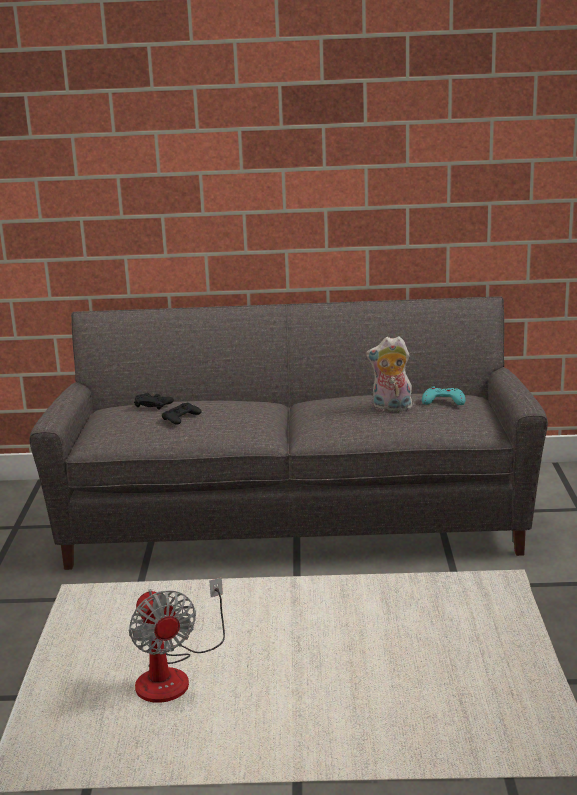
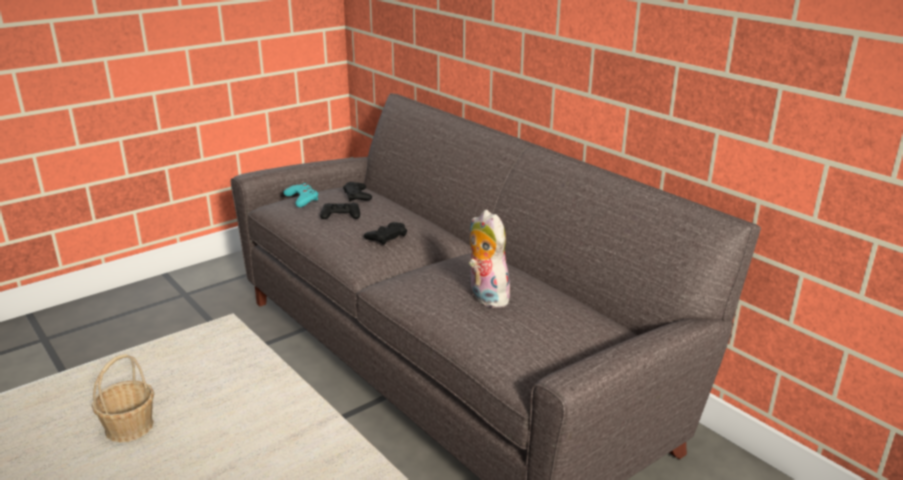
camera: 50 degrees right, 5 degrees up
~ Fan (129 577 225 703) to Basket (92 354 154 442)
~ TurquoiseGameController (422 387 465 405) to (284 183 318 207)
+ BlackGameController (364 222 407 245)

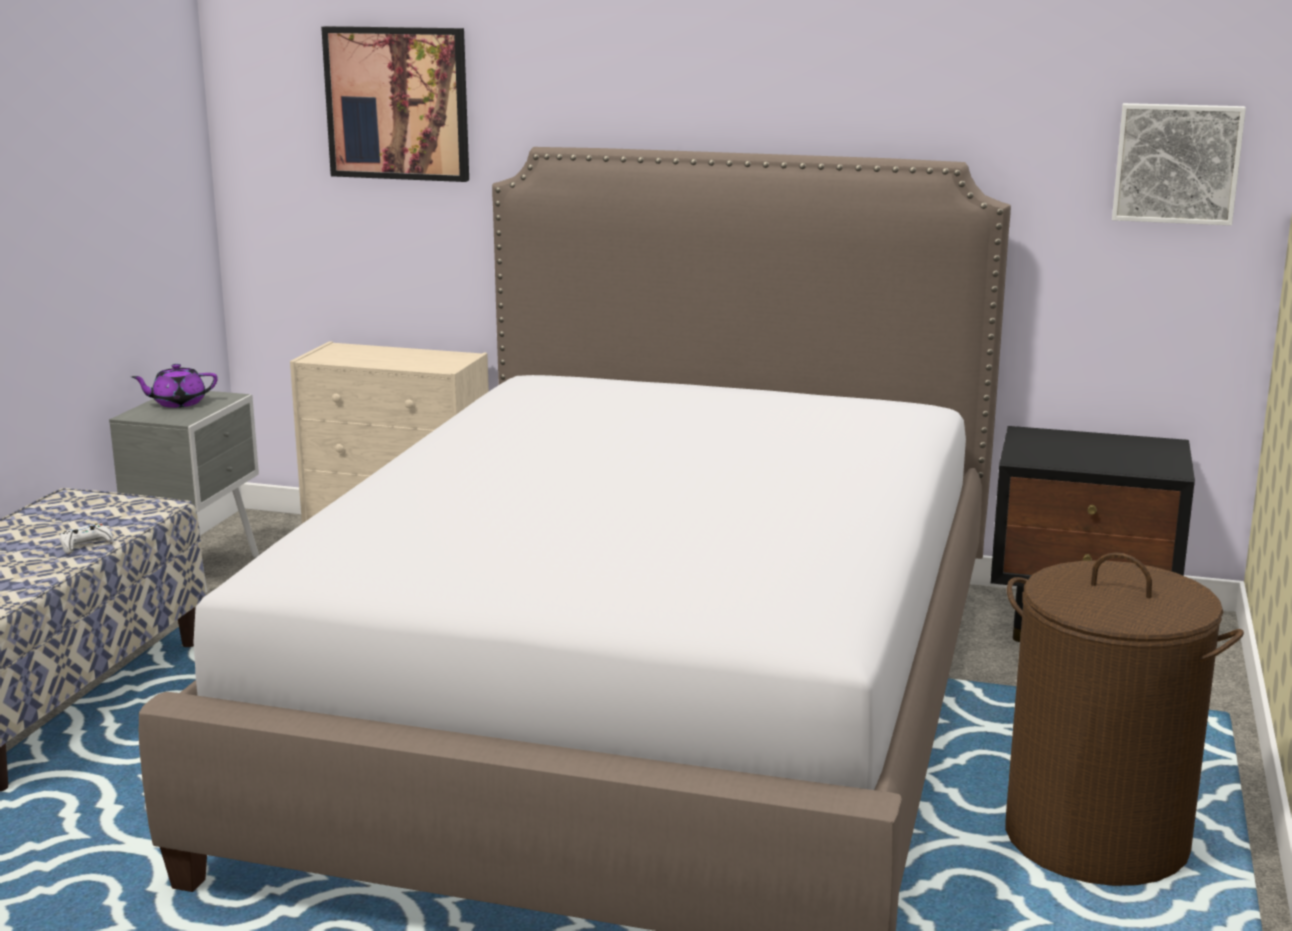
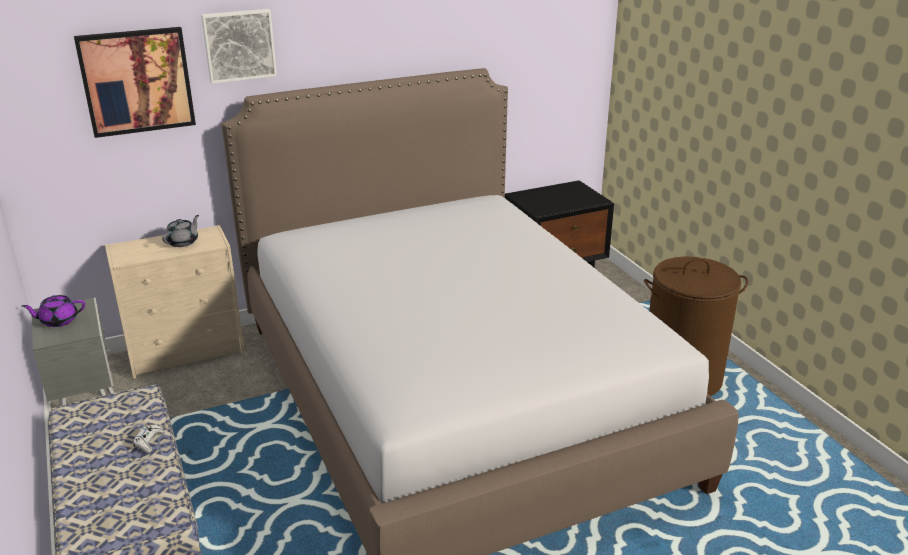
camera: 40 degrees left, 10 degrees up
~ PurpleTeapot (132 364 218 408) = (22 295 85 327) 45 degrees clockwise
~ Picture (1112 103 1246 226) to (201 9 277 84)
+ GreyTeapot (162 215 199 247)

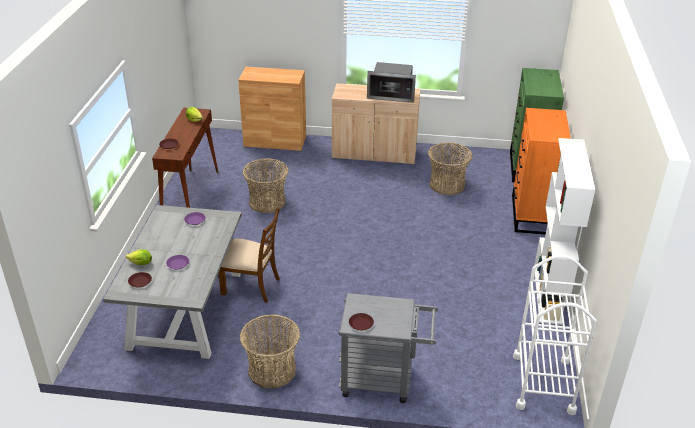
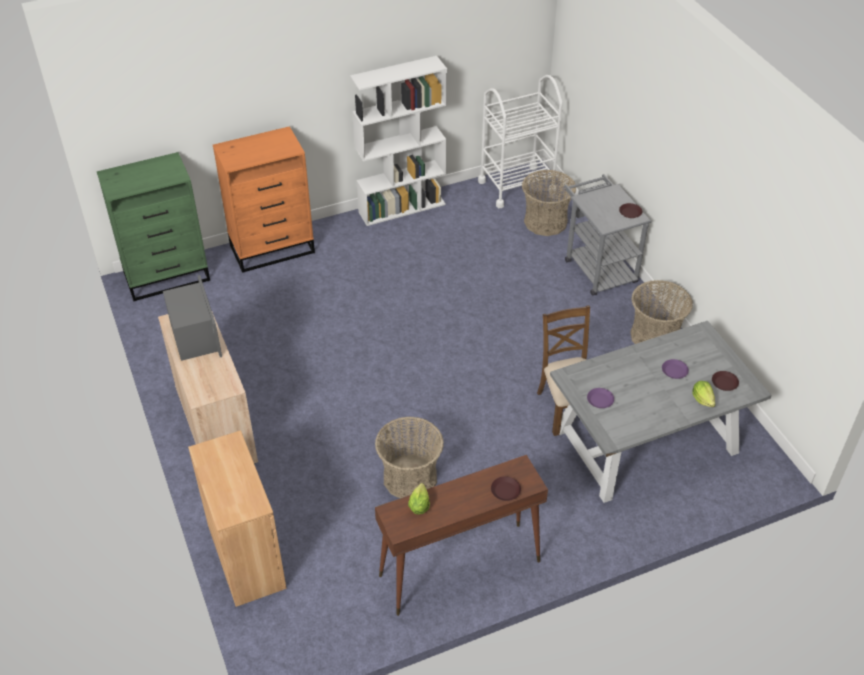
camera: 120 degrees left, 10 degrees up
~ Basket (428 142 473 195) to (522 170 576 236)

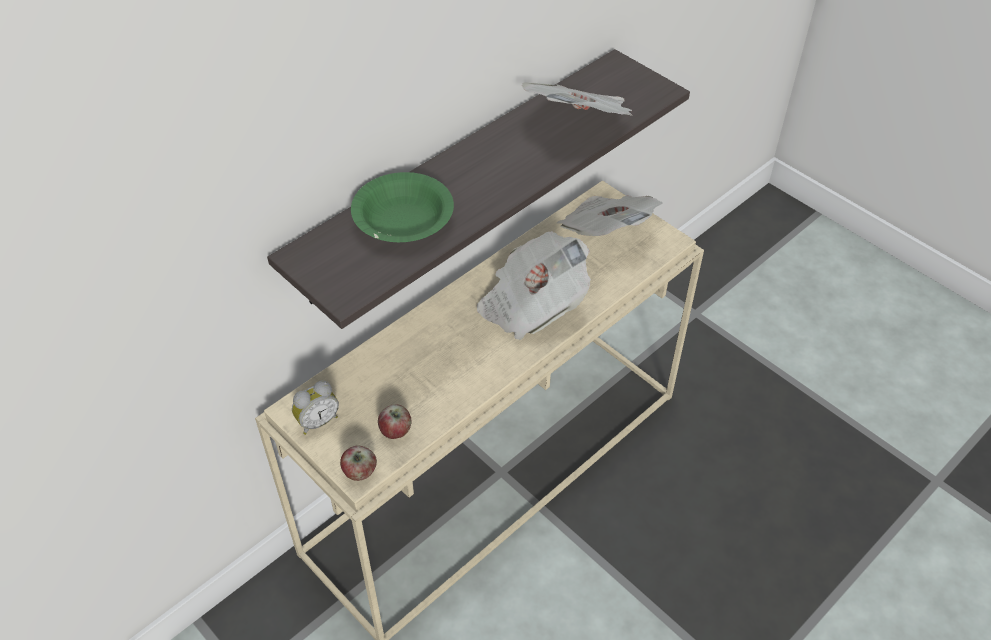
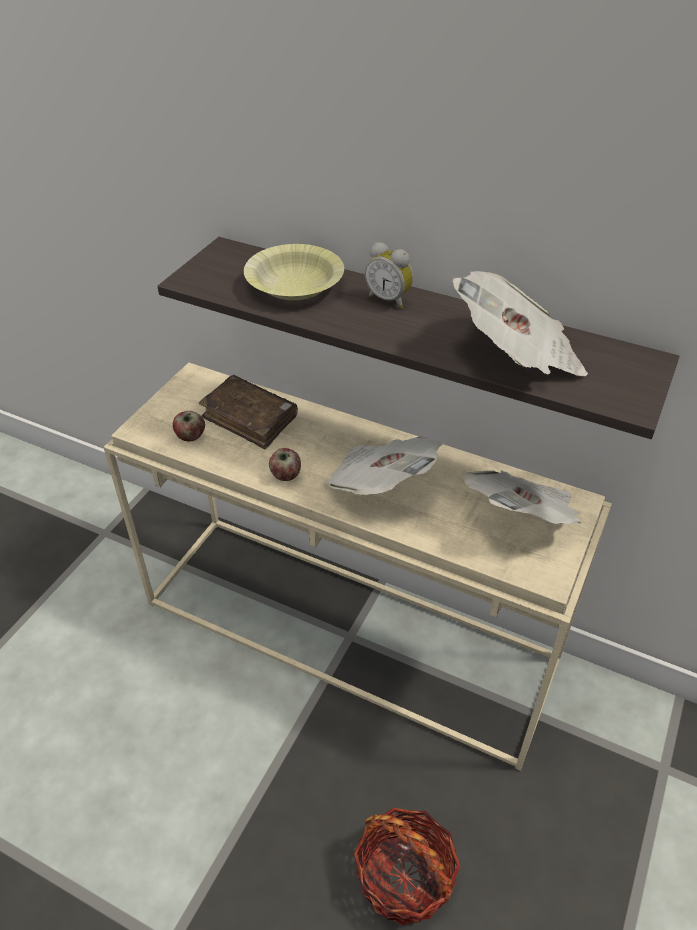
camera: 70 degrees right, 5 degrees down
~ AlarmClock (292 380 339 435) to (365 242 413 309)
~ Apple (340 446 377 481) to (269 448 301 481)
~ GreenBowl (351 172 454 242) to YellowBowl (244 244 344 300)
+ BrownBook (199 375 298 449)
+ Basket (354 808 460 926)

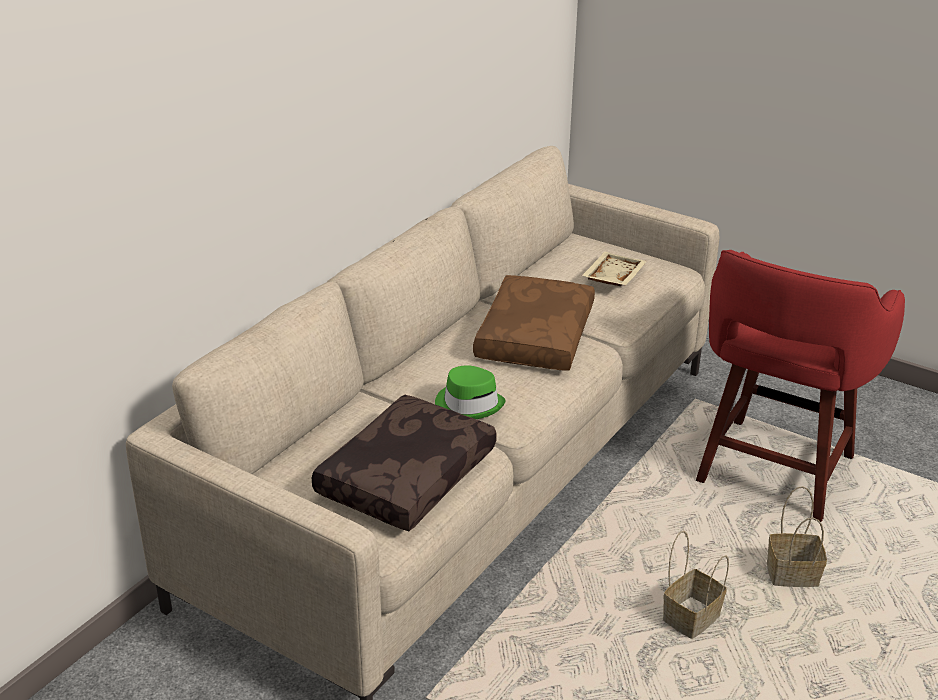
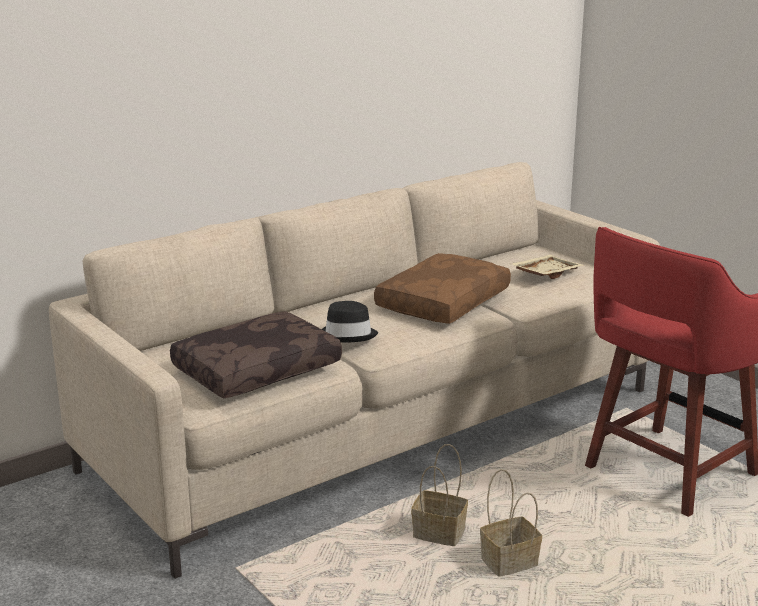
camera: 20 degrees right, 10 degrees down
~ GreenHat (435 365 506 419) to BlackHat (322 301 378 343)
~ Basket (767 486 827 587) to (411 444 468 546)

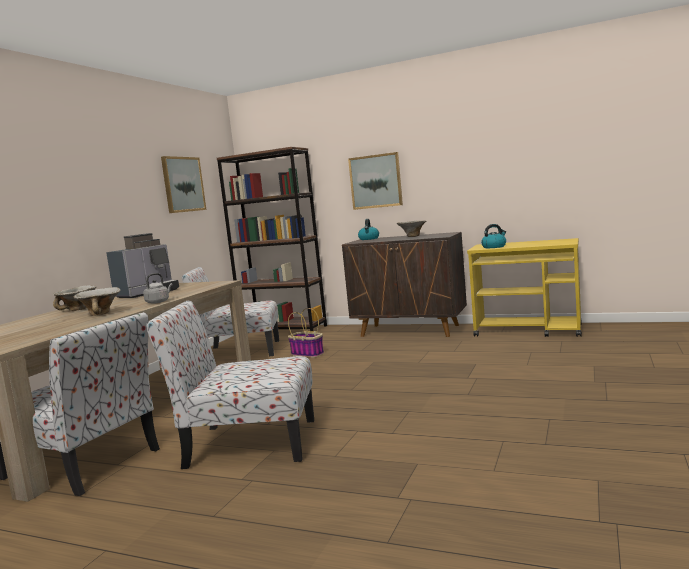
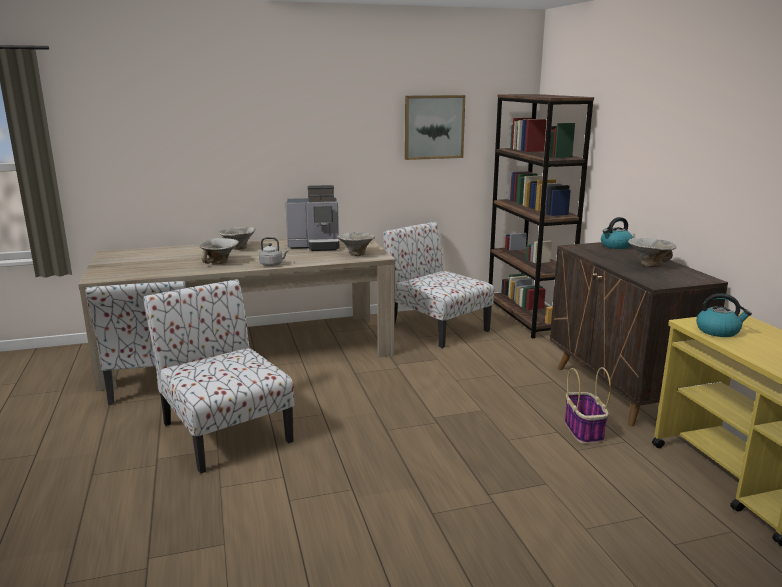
camera: 50 degrees right, 10 degrees up
~ Basket (288 308 324 358) to (564 367 611 444)
- Picture (348 152 403 210)
+ Bowl (337 232 375 256)

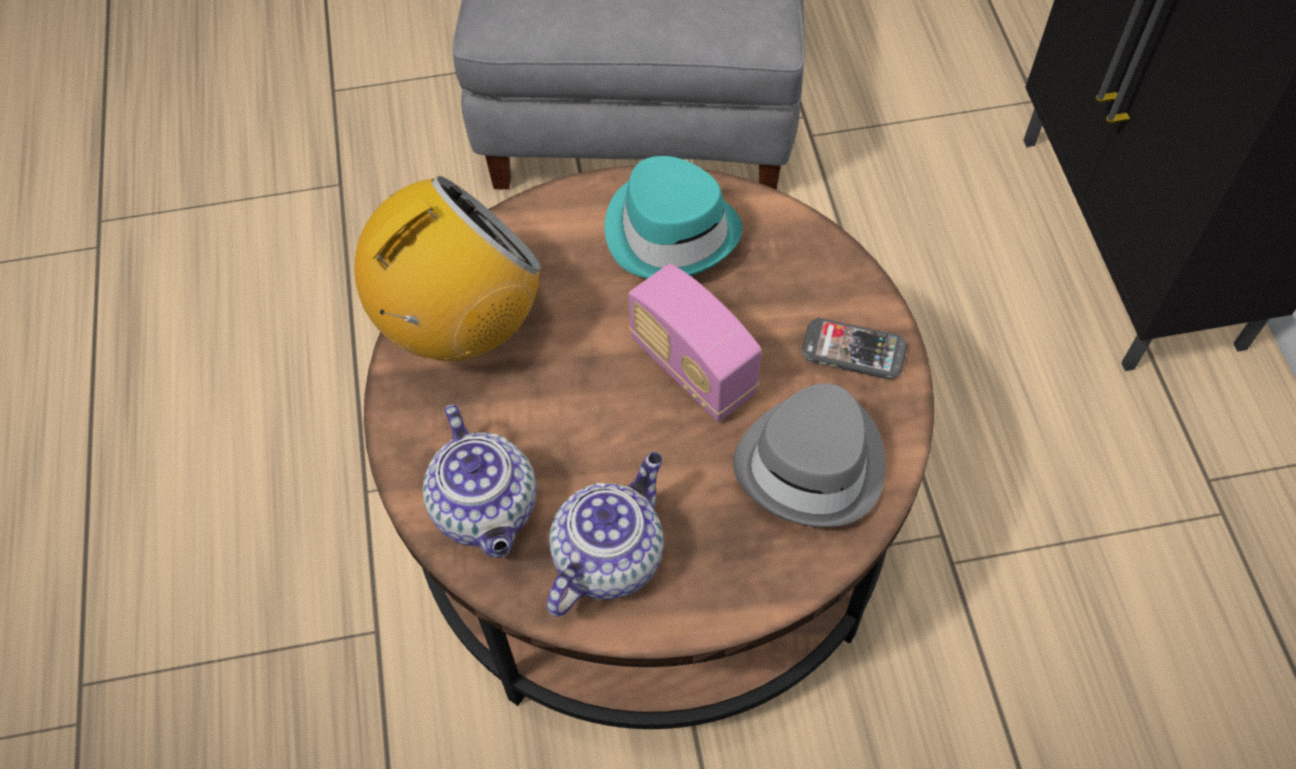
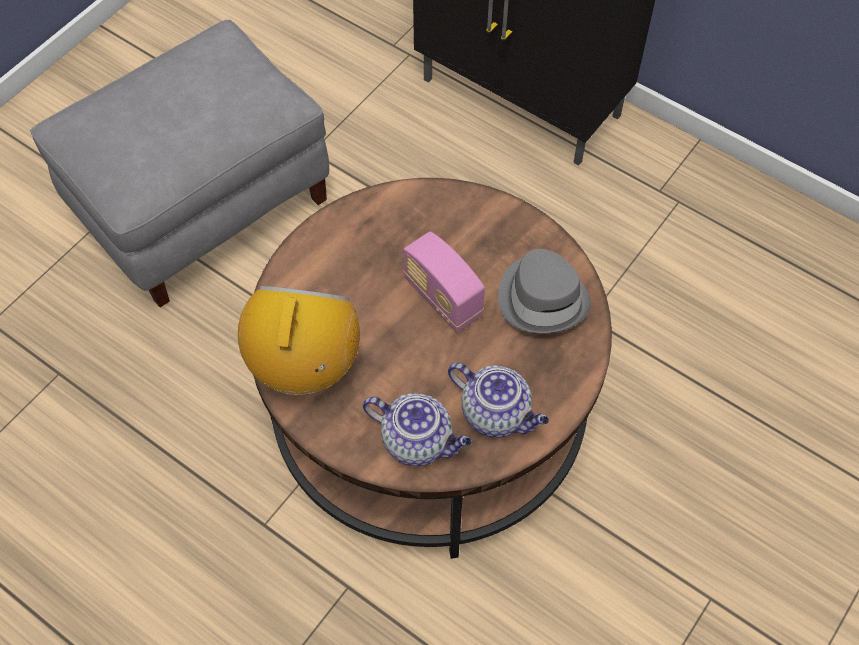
camera: 45 degrees left, 0 degrees up
~ Teapot (547 452 664 617) = (448 362 549 438) 135 degrees clockwise
- TurquoiseHat (605 156 742 279)
~ Radio (629 264 762 422) = (403 232 485 332) 45 degrees clockwise
- Phone (802 318 907 379)

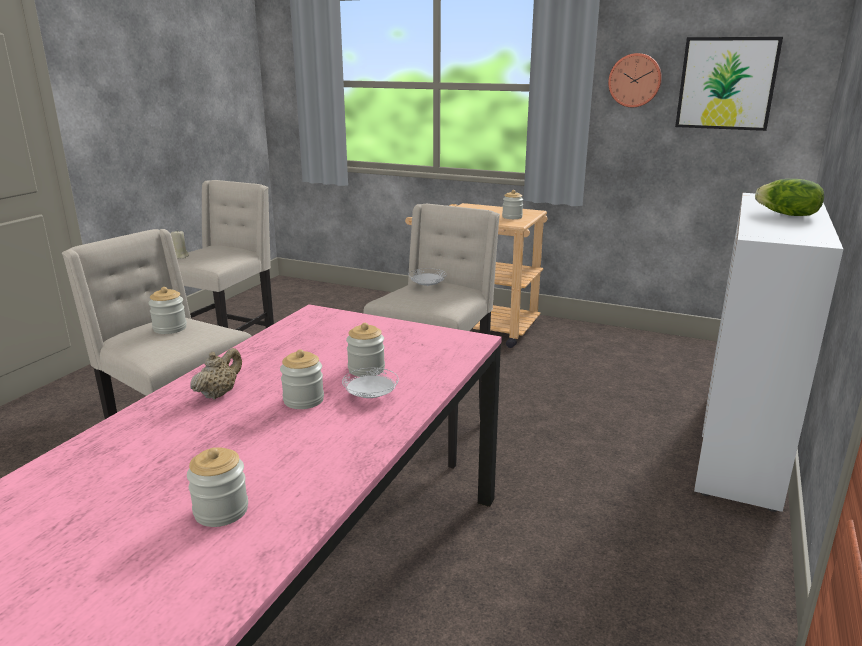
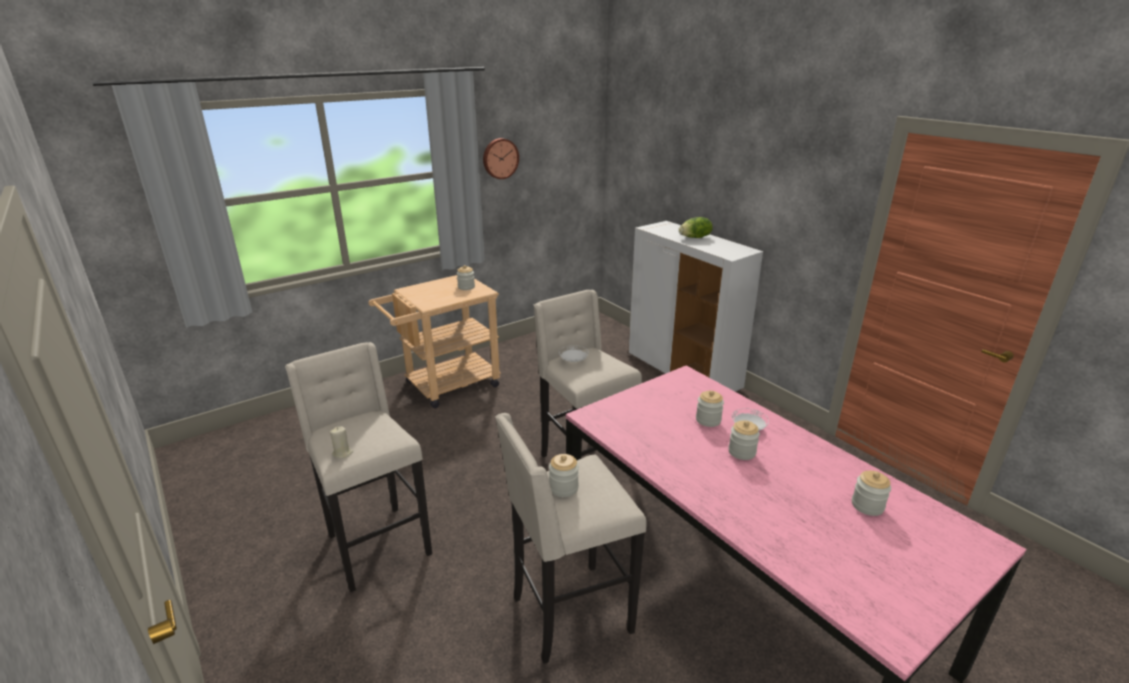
camera: 60 degrees left, 5 degrees up
- BeigeTeapot (190 348 242 399)
- Picture (675 37 783 131)

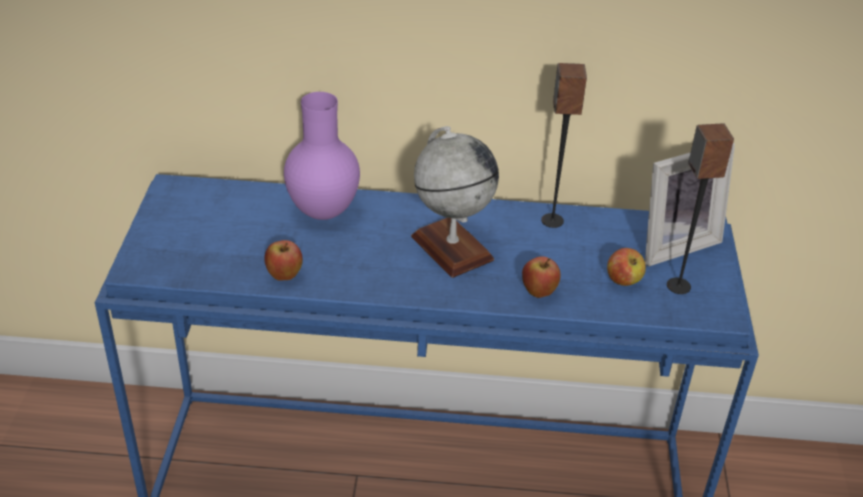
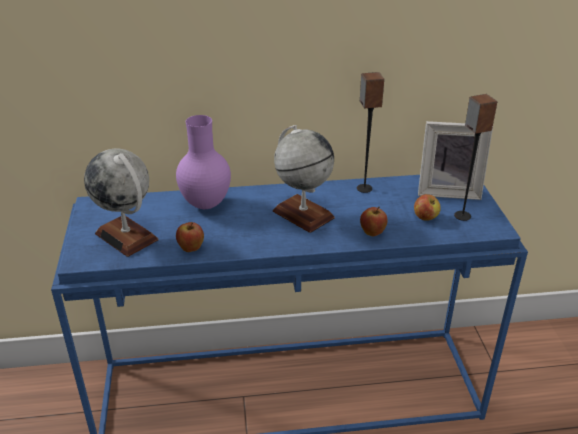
camera: 10 degrees left, 5 degrees down
~ PictureFrame (645 143 735 266) = (418 121 493 200) 45 degrees clockwise
+ Globe (84 149 159 257)

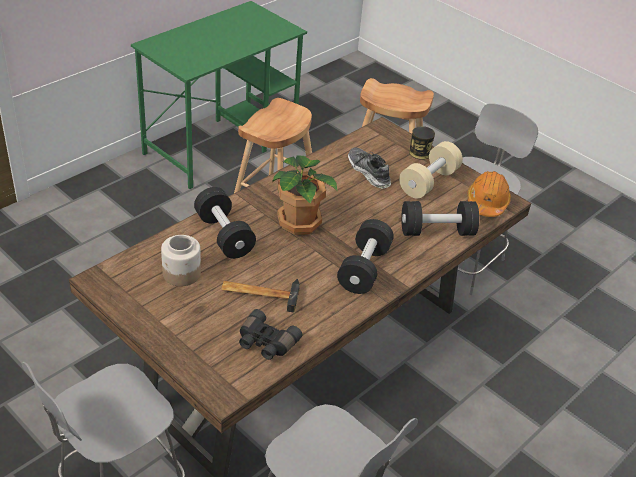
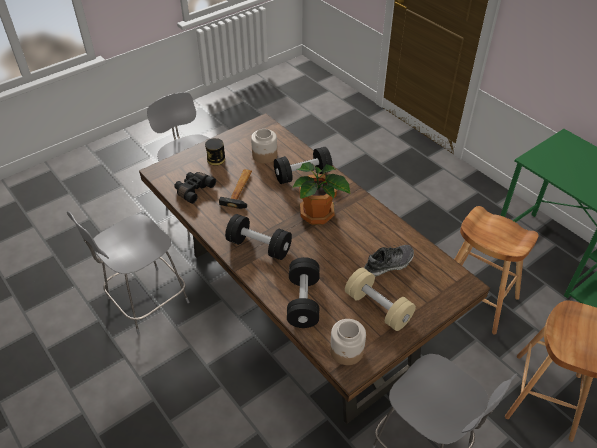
camera: 100 degrees right, 5 degrees up
~ Can (409 126 435 160) to (205 138 225 166)
~ OrangeHardHat (467 171 511 217) to Jar (330 319 366 365)

